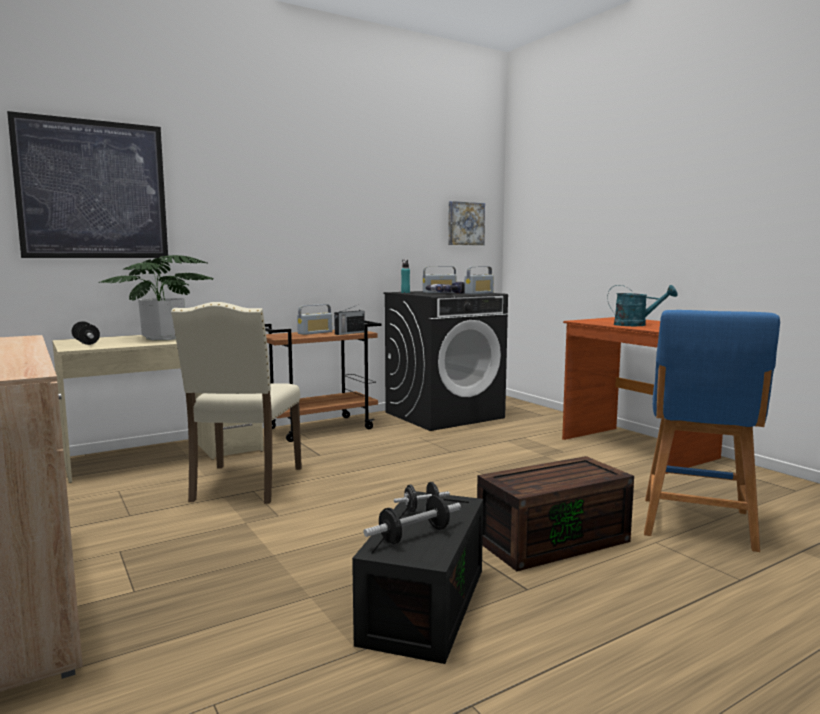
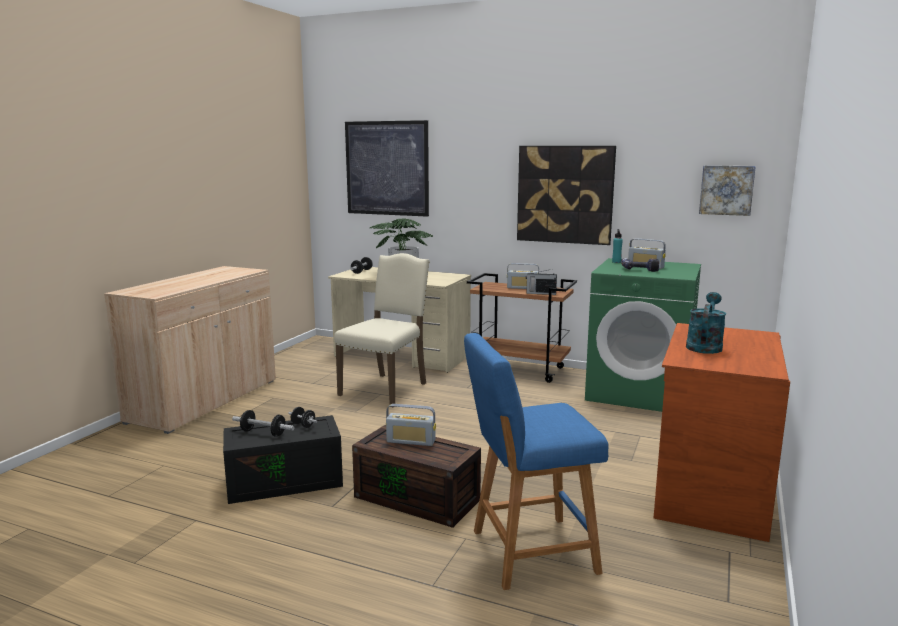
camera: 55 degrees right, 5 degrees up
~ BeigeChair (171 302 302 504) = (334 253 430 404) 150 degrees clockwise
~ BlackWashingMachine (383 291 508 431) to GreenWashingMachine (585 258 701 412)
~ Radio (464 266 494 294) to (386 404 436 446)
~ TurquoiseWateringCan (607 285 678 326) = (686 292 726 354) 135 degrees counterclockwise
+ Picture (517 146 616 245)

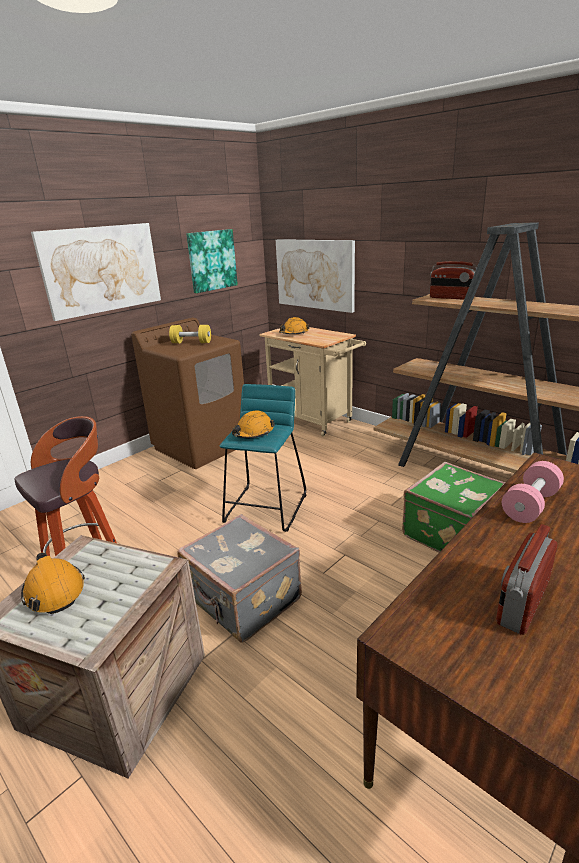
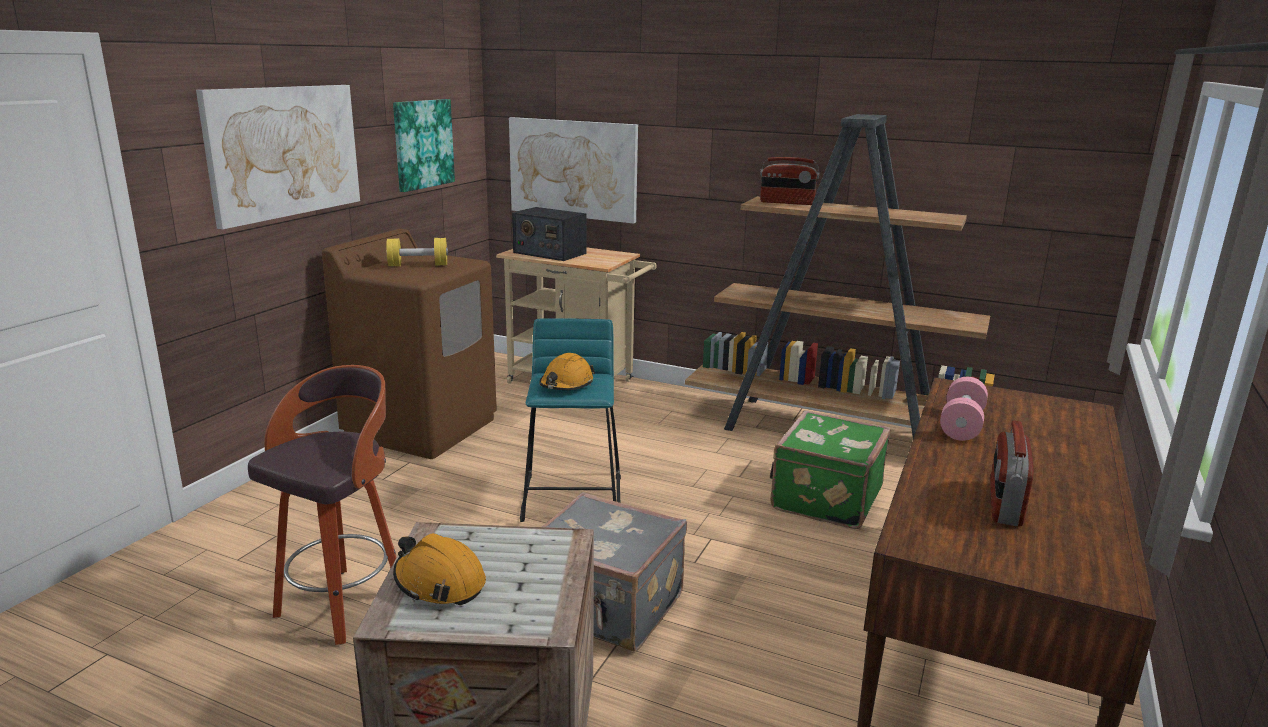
camera: 20 degrees left, 5 degrees down
~ OrangeHardHat (279 317 309 334) to Radio (512 207 586 261)

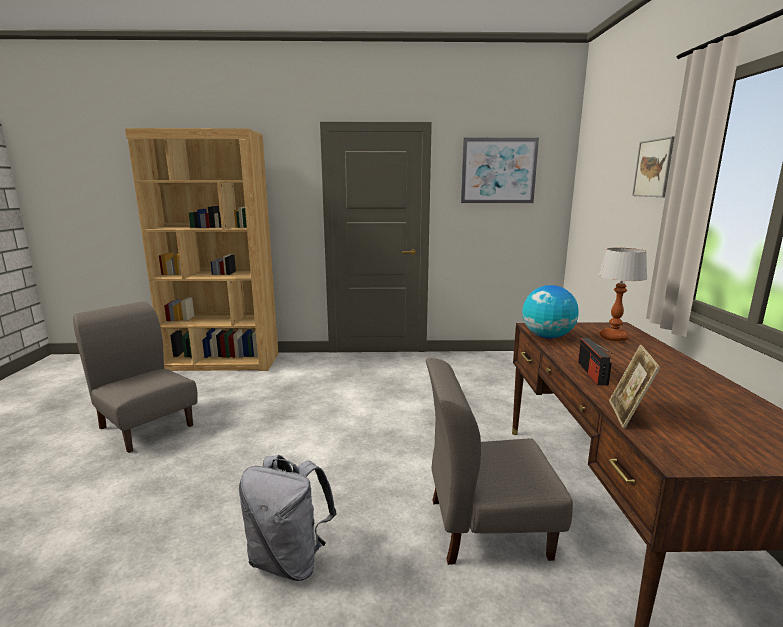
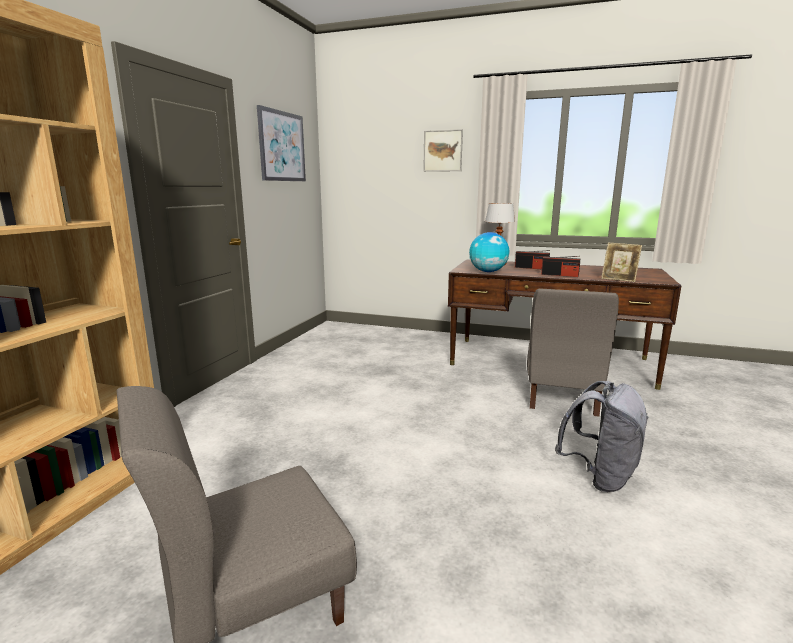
camera: 70 degrees left, 0 degrees up
+ Radio (515 250 550 269)

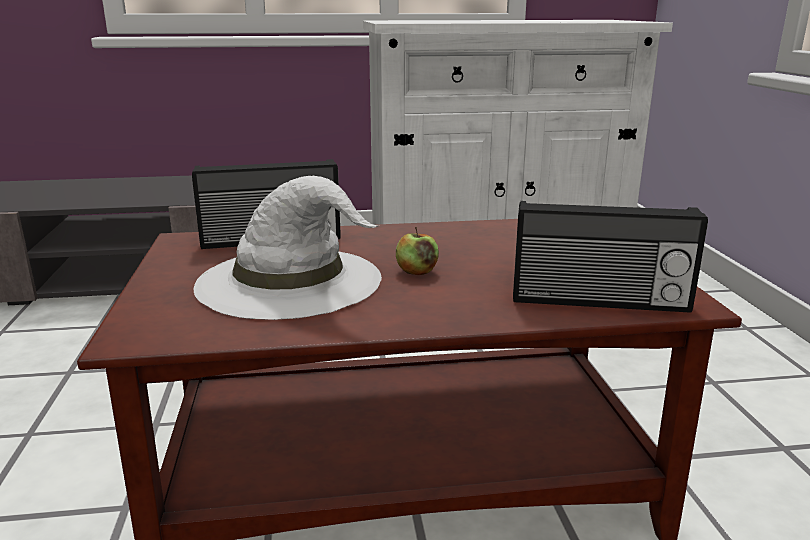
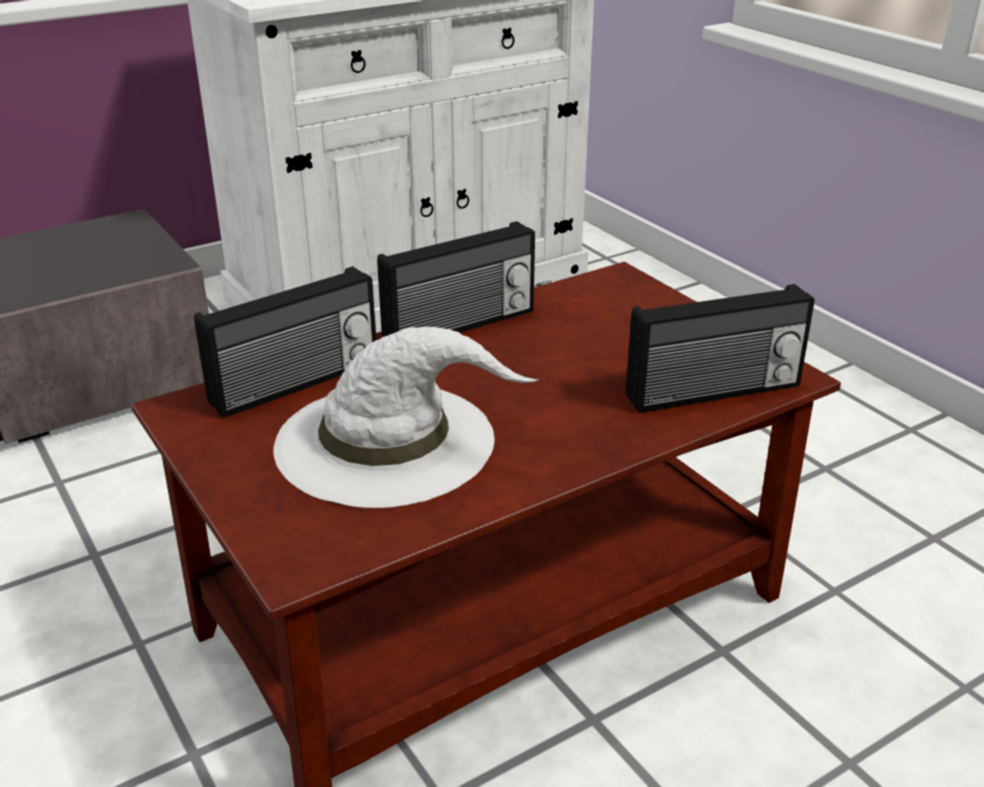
camera: 25 degrees left, 10 degrees up
- Apple (396 227 439 275)
+ Radio (377 221 535 337)

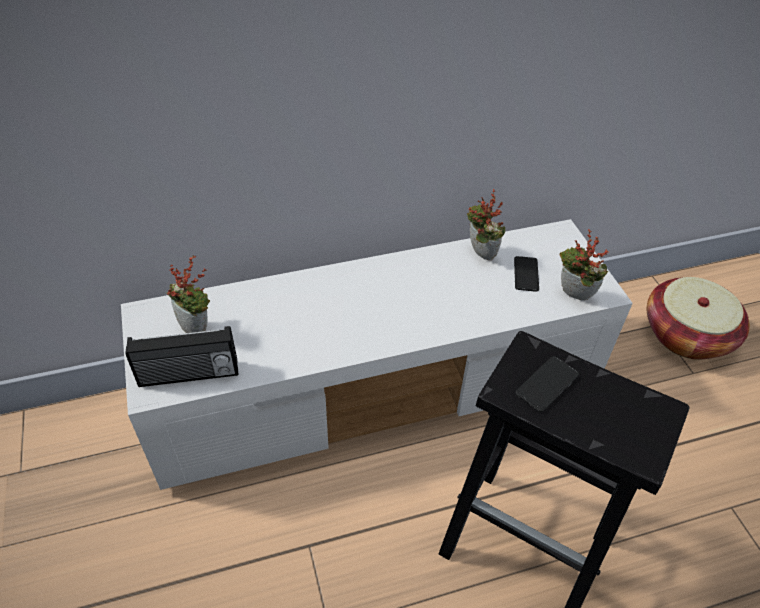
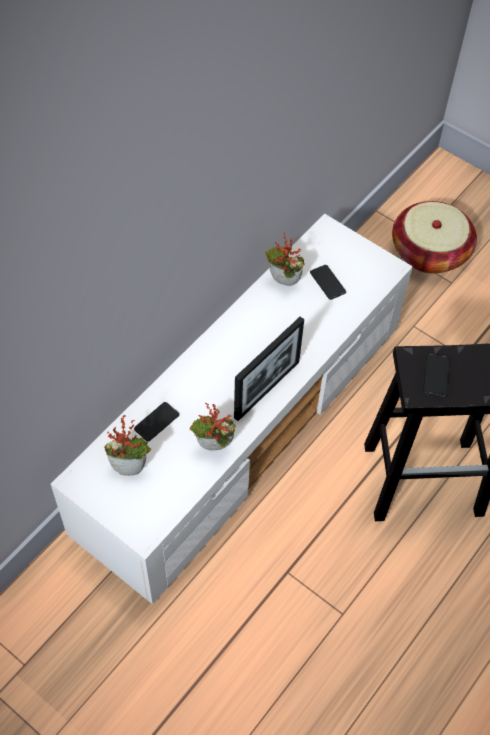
camera: 35 degrees left, 10 degrees up
- Radio (125 326 238 387)
~ PottedPlant (560 229 610 300) to (190 403 236 451)
+ Phone (134 402 179 441)
+ PictureFrame (234 317 304 421)

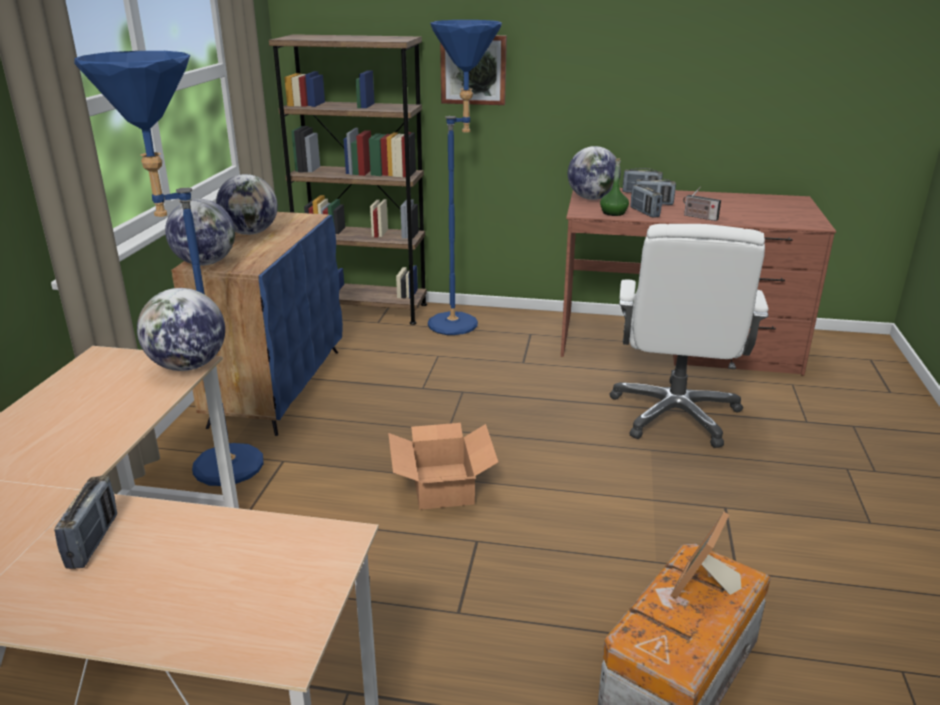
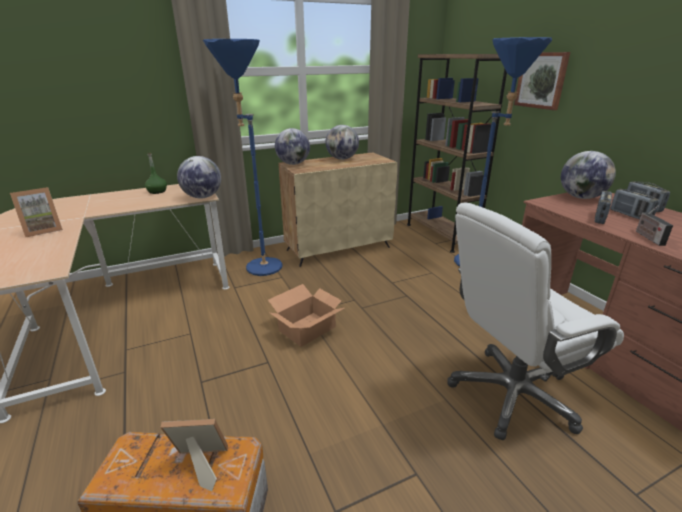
camera: 55 degrees right, 0 degrees up
~ Radio (54 476 117 569) to PictureFrame (10 187 63 237)
~ BlueCabinet (171 212 343 436) to BeigeCabinet (279 153 397 267)
~ GreenBottle (600 158 629 216) to (145 153 167 194)

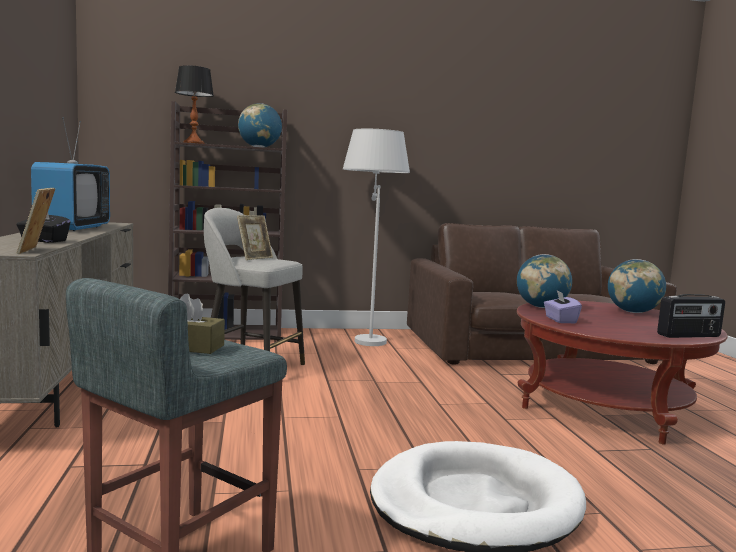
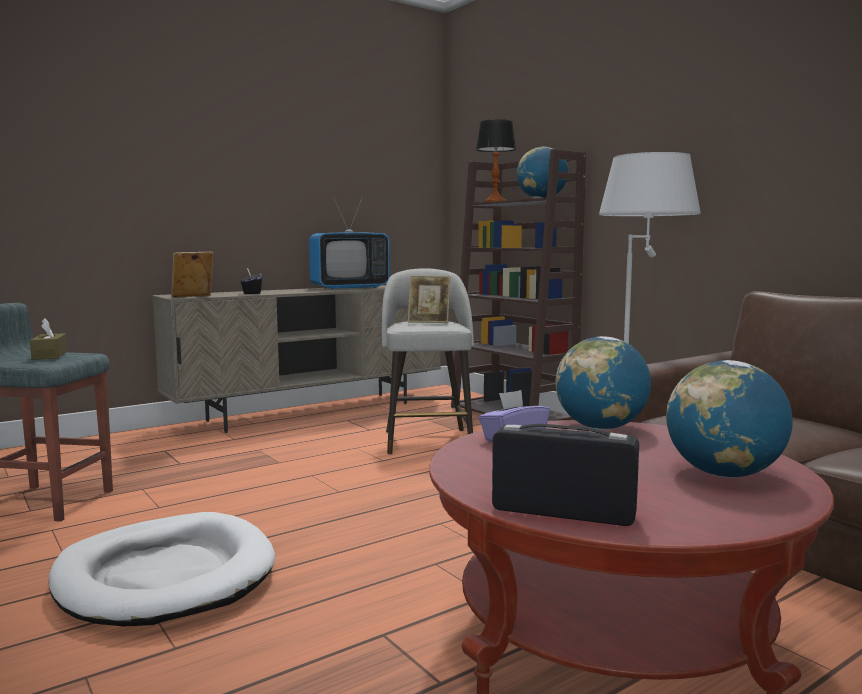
camera: 65 degrees right, 0 degrees up
~ Radio (657 294 725 338) = (492 424 639 526) 150 degrees clockwise

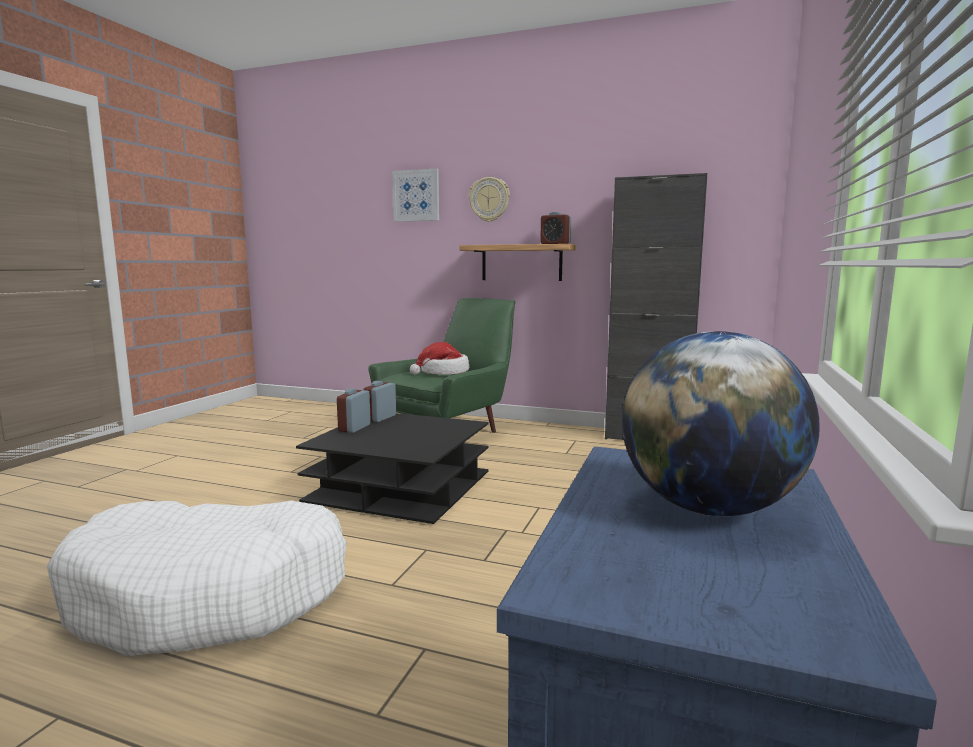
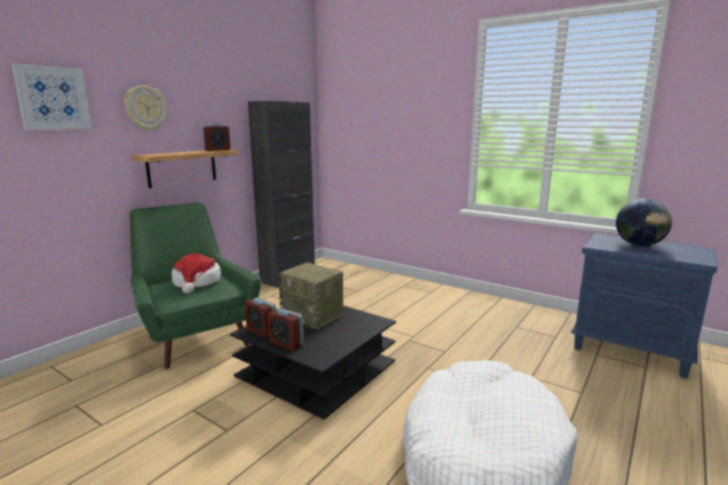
camera: 75 degrees left, 5 degrees up
+ Radio (278 262 343 330)

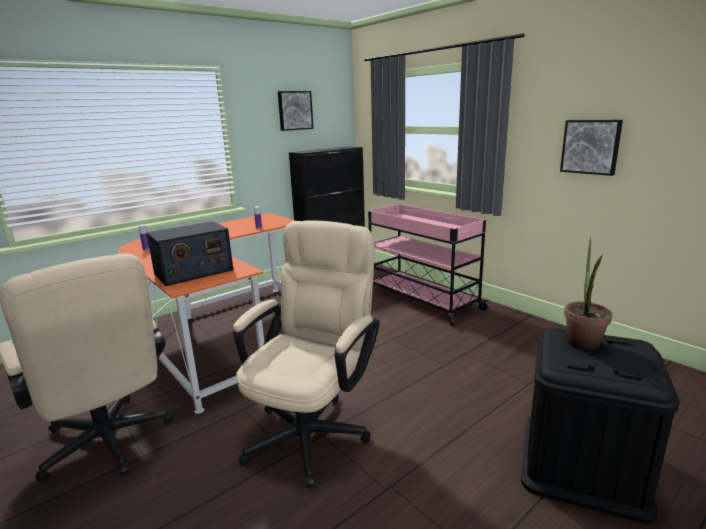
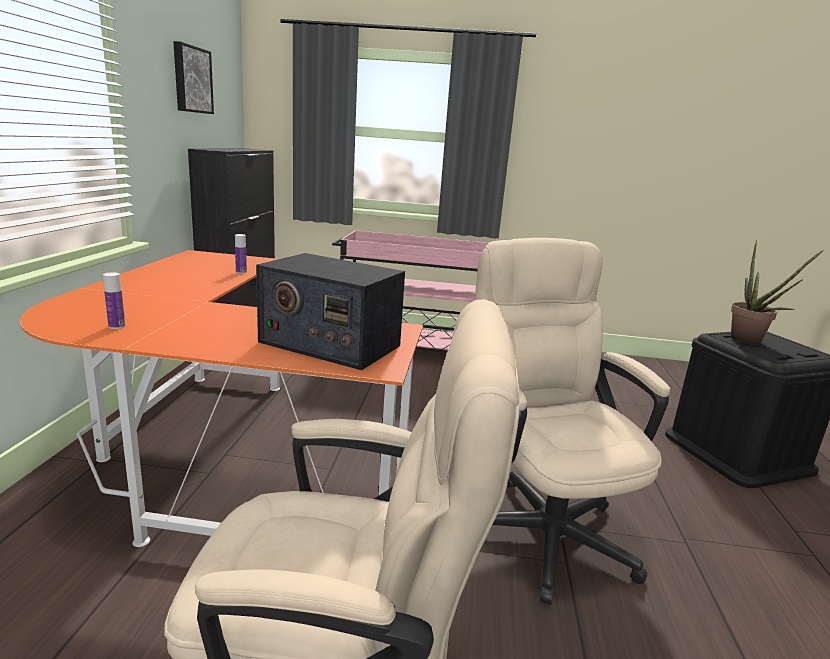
camera: 45 degrees left, 0 degrees up
~ Radio (146 221 233 286) = (256 253 405 370) 105 degrees clockwise
- Picture (560 120 623 176)

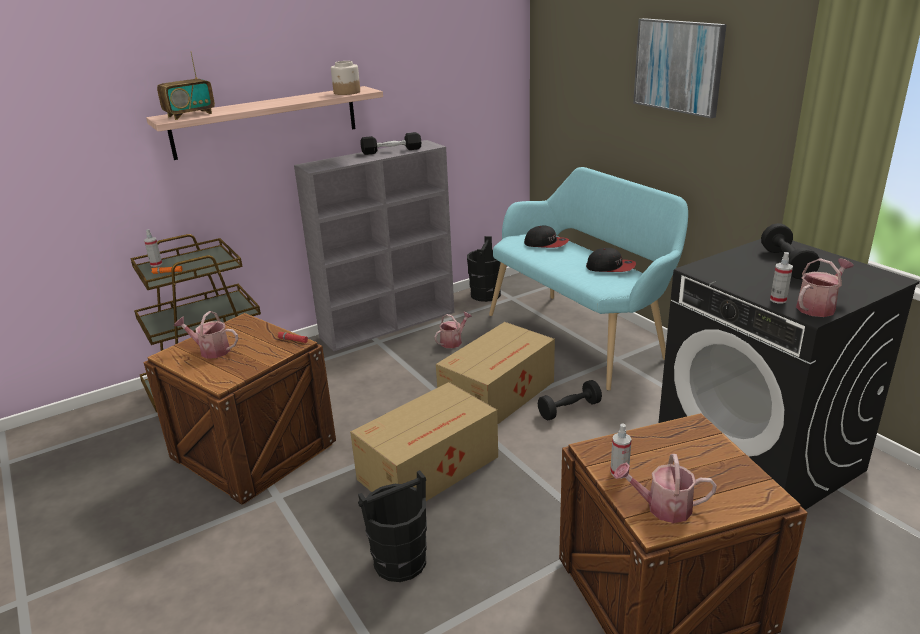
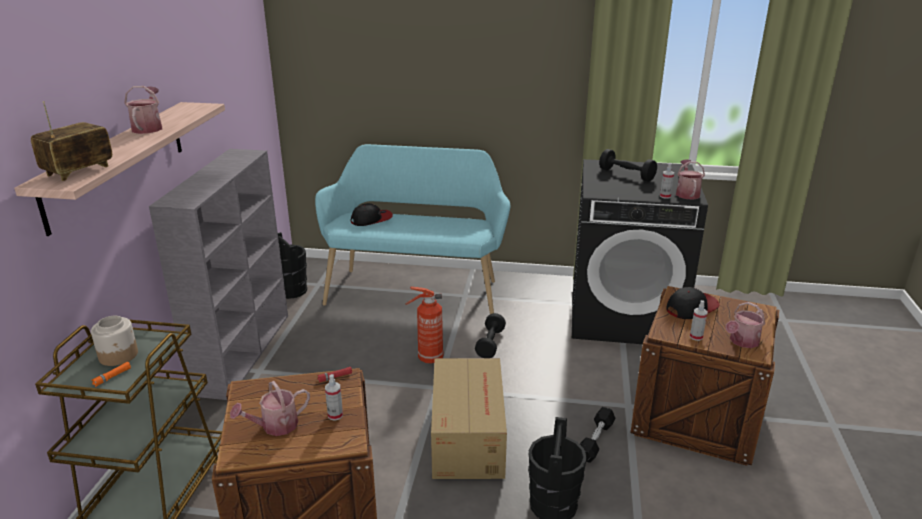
camera: 50 degrees left, 0 degrees up
~ SprayBottle (144 229 162 267) to (325 374 343 421)
~ Radio (157 52 215 120) = (31 101 112 181) 150 degrees counterclockwise
~ Jar (331 61 360 95) to (91 316 138 366)
~ BlackDumbbell (360 132 421 155) to (580 407 615 463)
~ WateringCan (435 312 472 348) to (124 86 162 134)
~ CardboardBox (436 322 555 424) to FireExtinguisher (405 286 443 364)
~ Cap (586 248 636 272) to (666 287 720 319)
- Picture (633 18 727 118)

